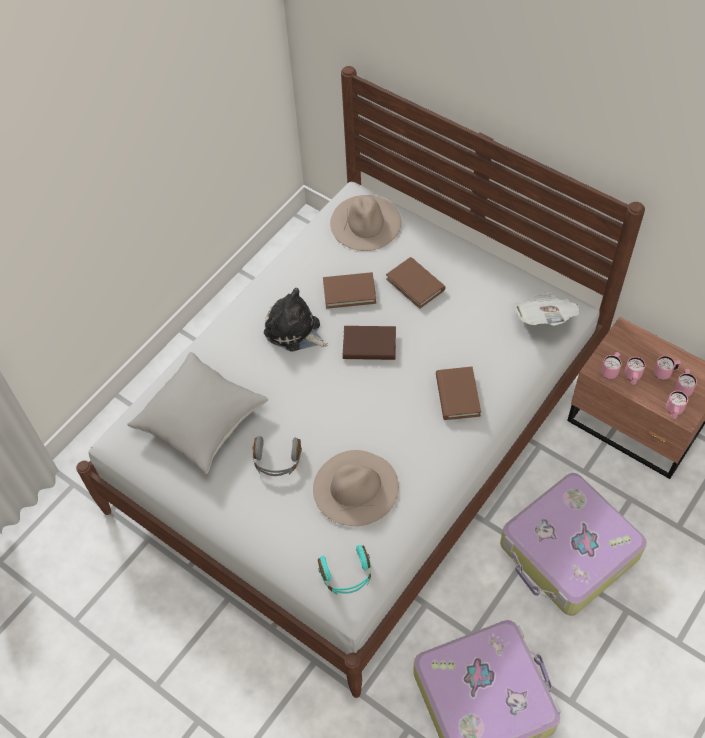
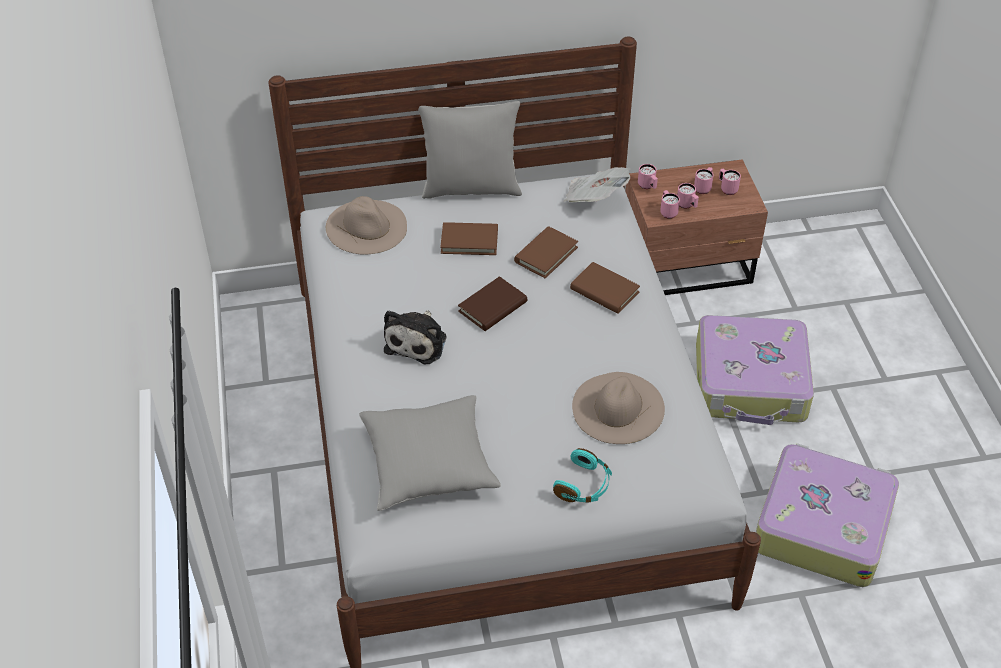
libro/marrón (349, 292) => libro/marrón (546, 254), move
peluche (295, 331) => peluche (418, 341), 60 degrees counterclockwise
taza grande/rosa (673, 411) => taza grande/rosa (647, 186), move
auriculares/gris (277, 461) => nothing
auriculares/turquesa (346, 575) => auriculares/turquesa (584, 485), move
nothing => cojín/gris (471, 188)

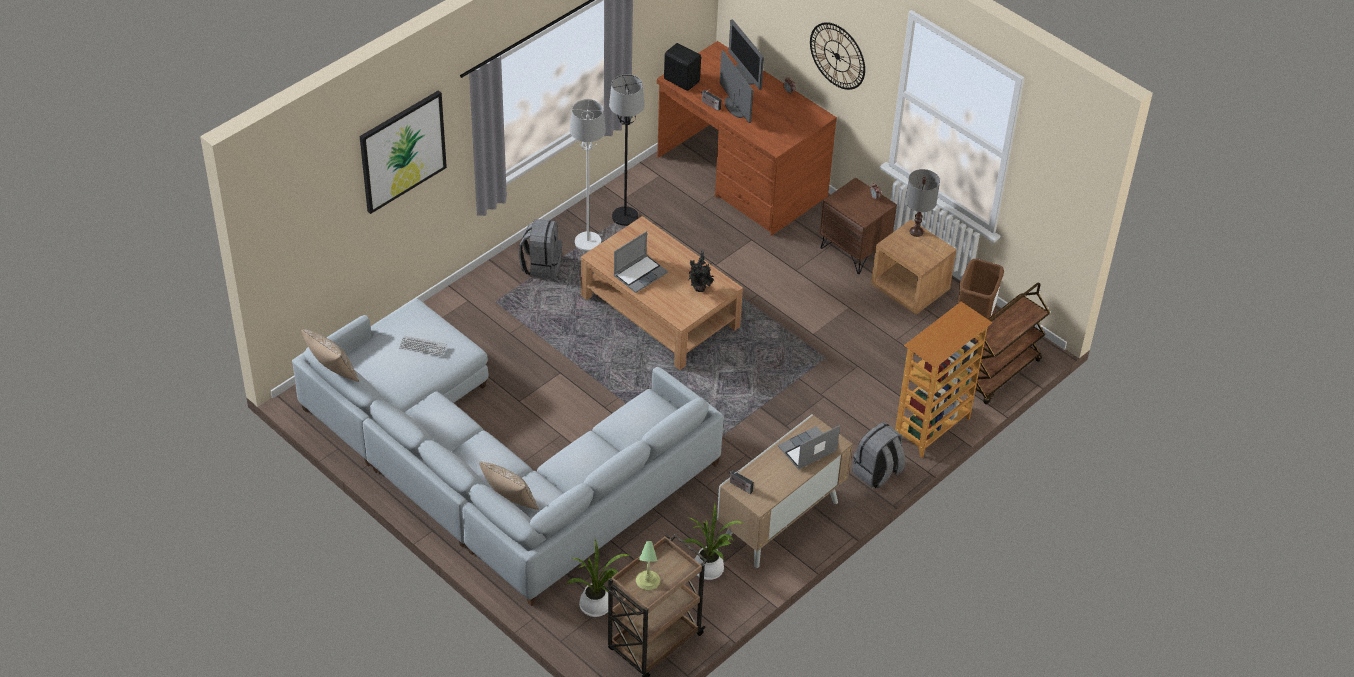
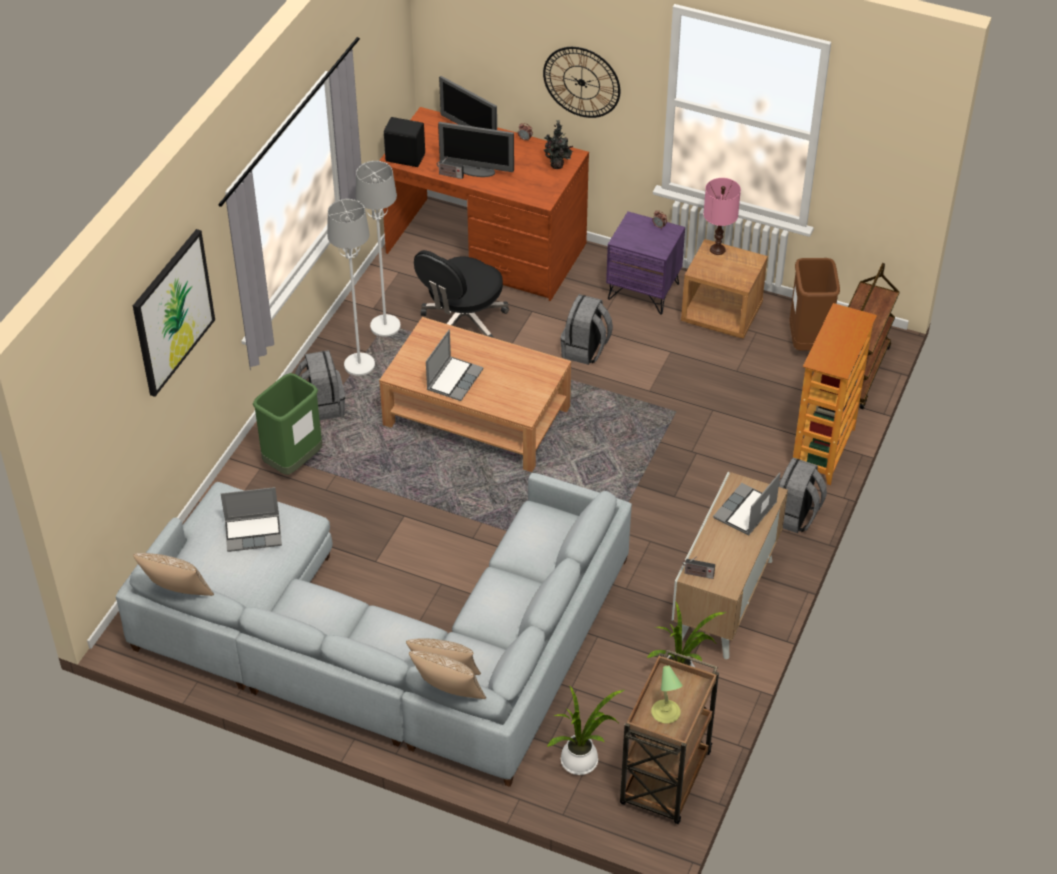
monitor (734, 107) => monitor (477, 171), 150 degrees clockwise
lámpara de pie/negro (625, 217) => lámpara de pie/blanco (385, 326)
lámpara de mesa/gris (916, 231) => lámpara de mesa/rosa (717, 249)
mesita de noche/marrón (854, 250) => mesita de noche/morado (643, 291)
planta en maceta (699, 289) => planta en maceta (557, 166), move
teclado (423, 346) => portátil (254, 533)
nothing => silla de oficina/negro (462, 324)
nothing => mochila/gris (585, 350)
nothing => papelera/verde (293, 462)
nothing => cojín (448, 696)

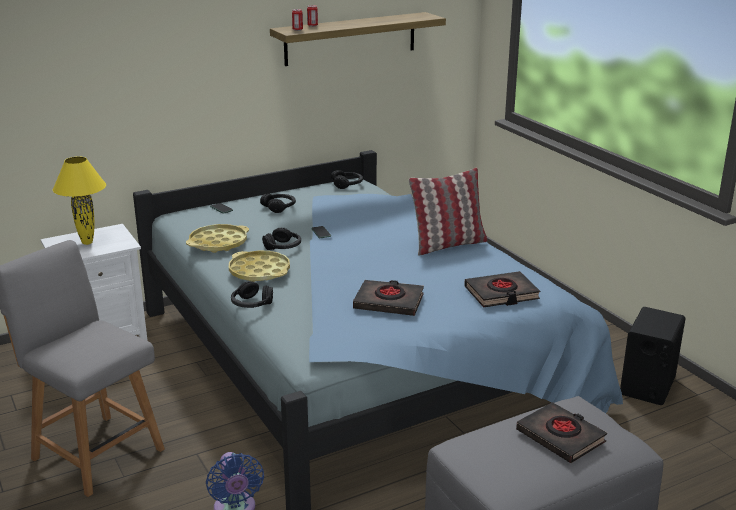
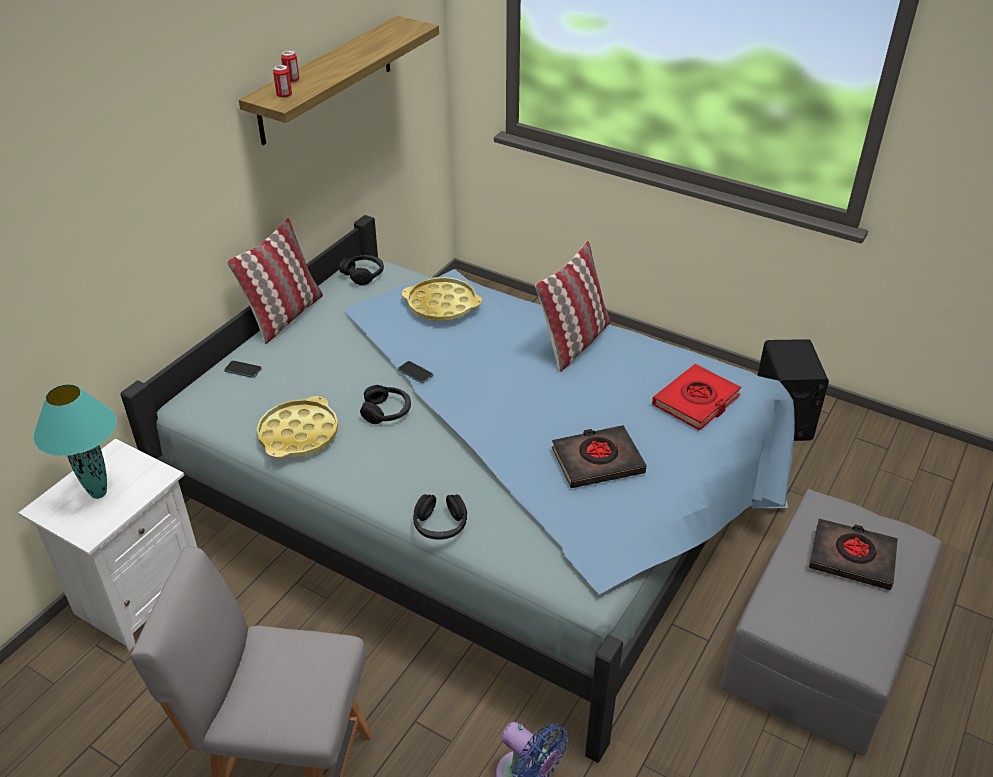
lámpara de mesa/amarillo (87, 243) => lámpara de mesa/turquesa (99, 494)
auriculares/negro (279, 207) => nothing
bandeja/amarillo (259, 272) => bandeja/amarillo (442, 305), move
libro/negro (501, 294) => libro/rojo (696, 401)
nothing => cojín (285, 316)

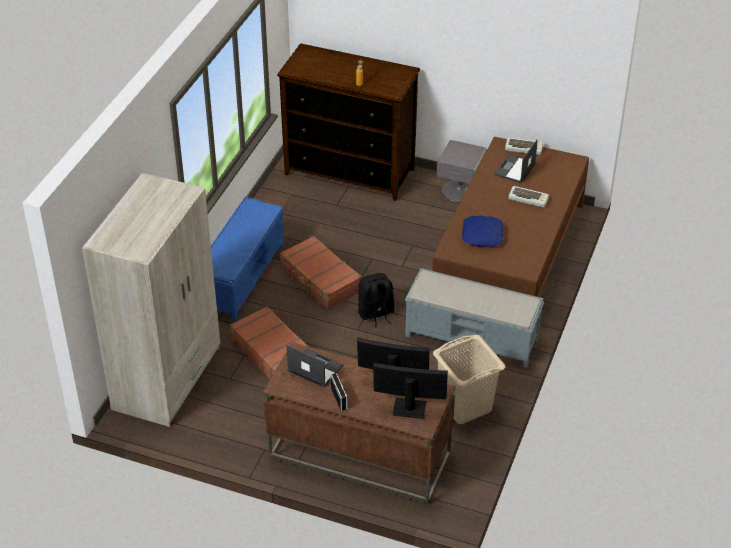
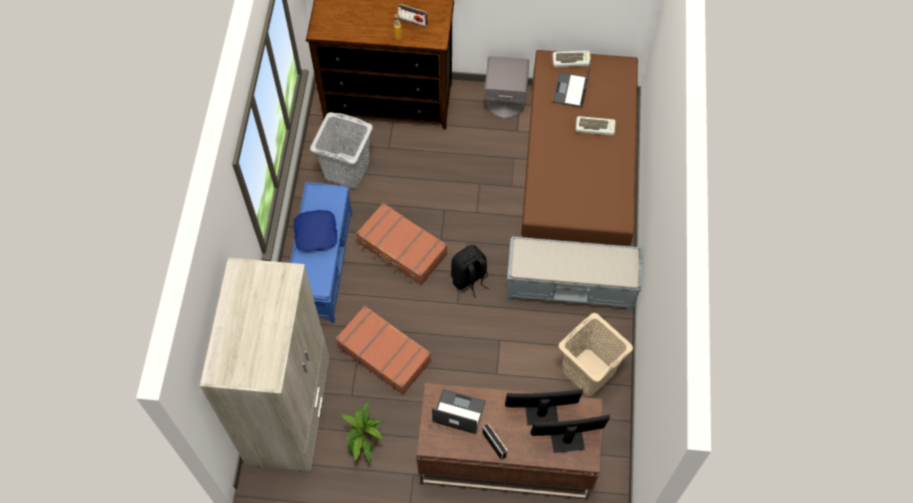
cojín/azul (482, 235) => cojín/azul (316, 233), move
nothing => radio (412, 21)
nothing => cesto de la ropa/gris (347, 170)
nothing => planta en maceta (365, 443)

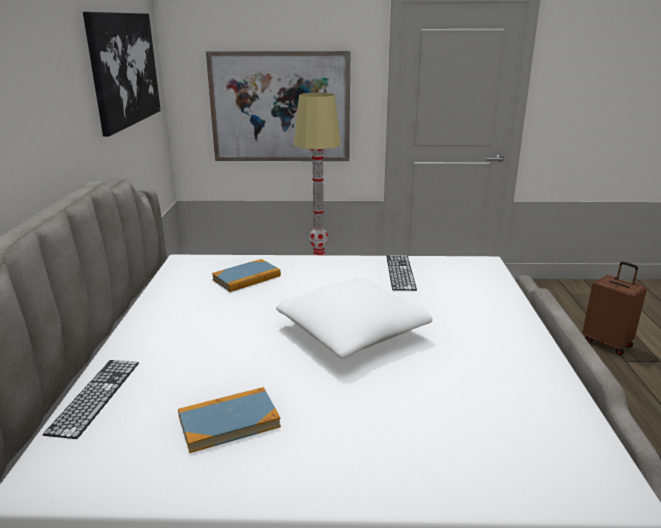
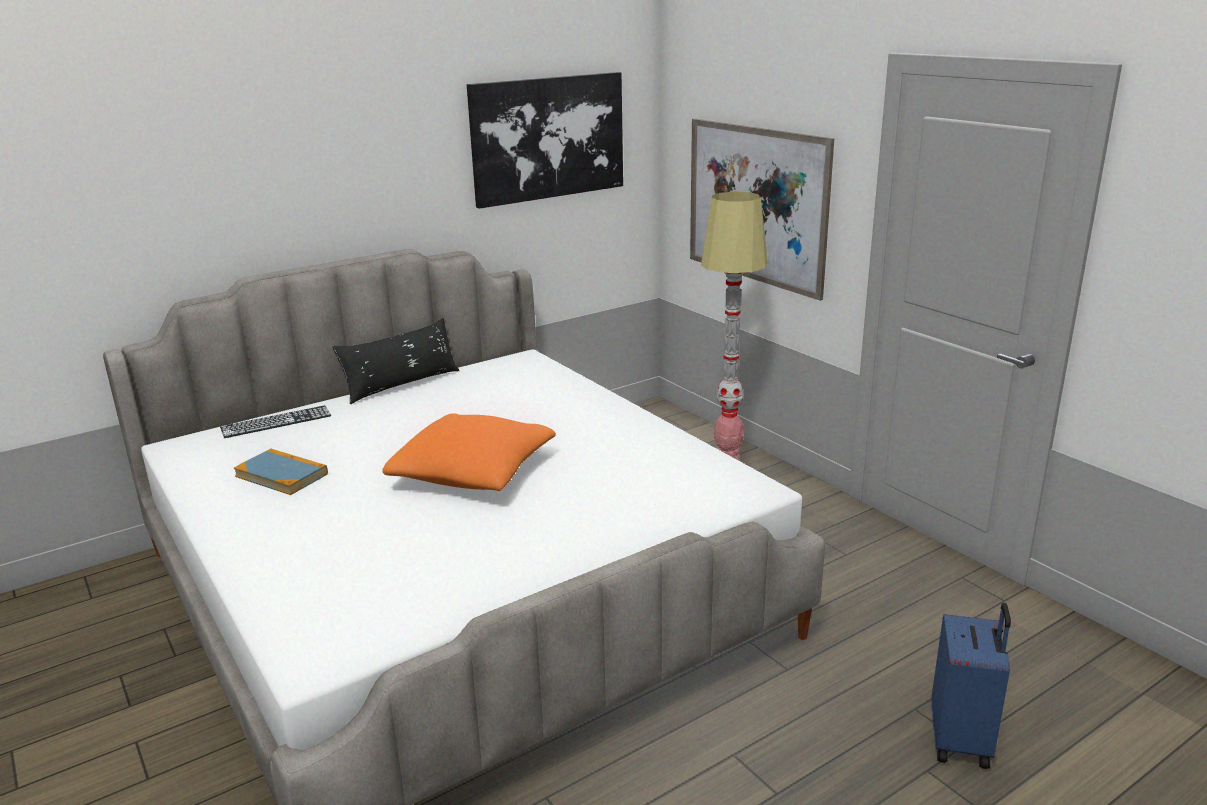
teclado (400, 272) => nothing
libro (246, 278) => nothing
maleta/marrón (607, 343) => maleta/azul (962, 740)
cojín/blanco (352, 332) => cojín/naranja (473, 473)
nothing => cojín/negro (402, 385)

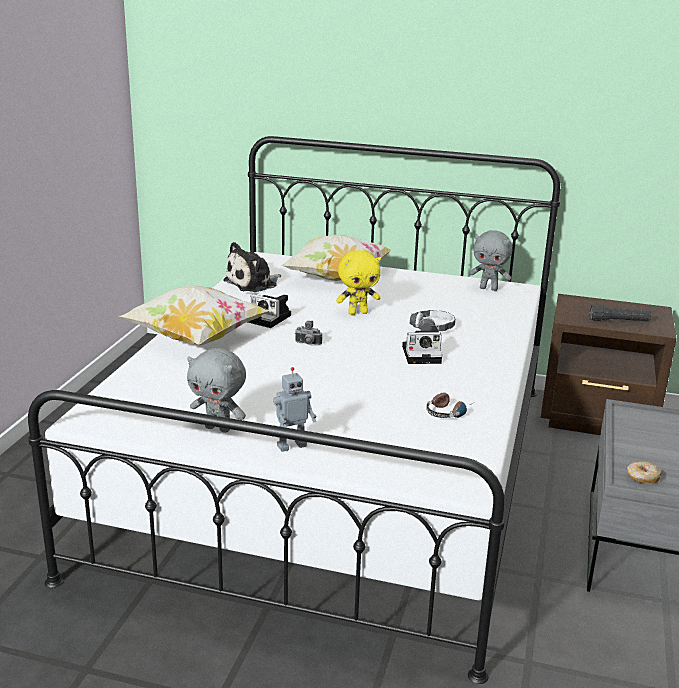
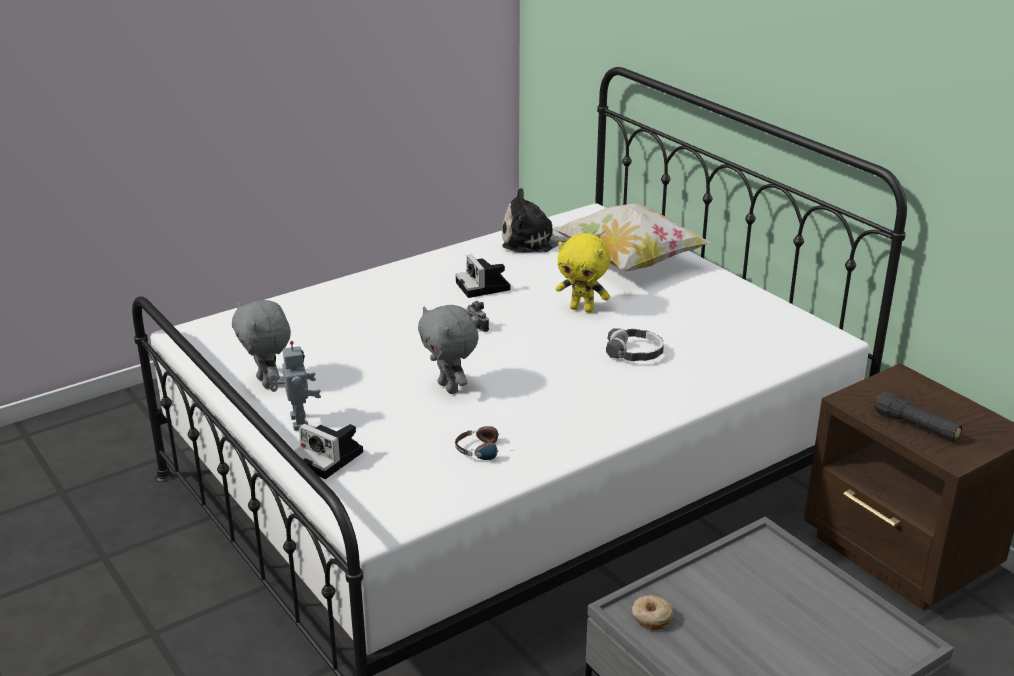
peluche/gris (489, 288) => peluche/gris (450, 387), move
cojín (196, 338) => nothing
cámara (423, 354) => cámara (330, 458), move
robot de juguete (291, 445) => robot de juguete (297, 422), 120 degrees counterclockwise

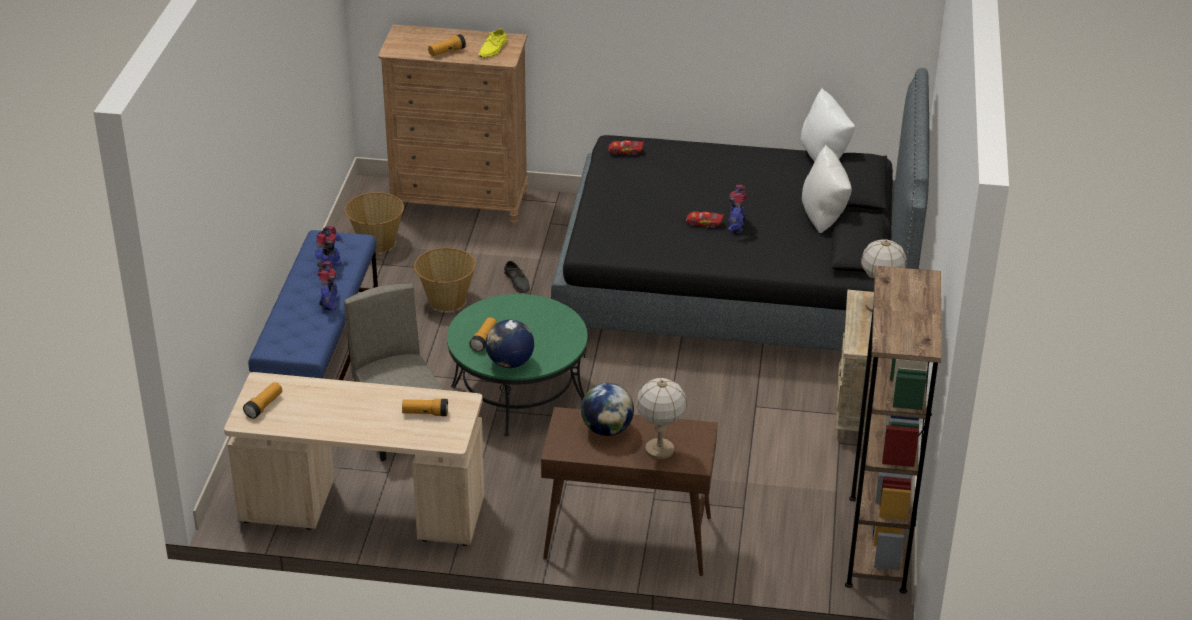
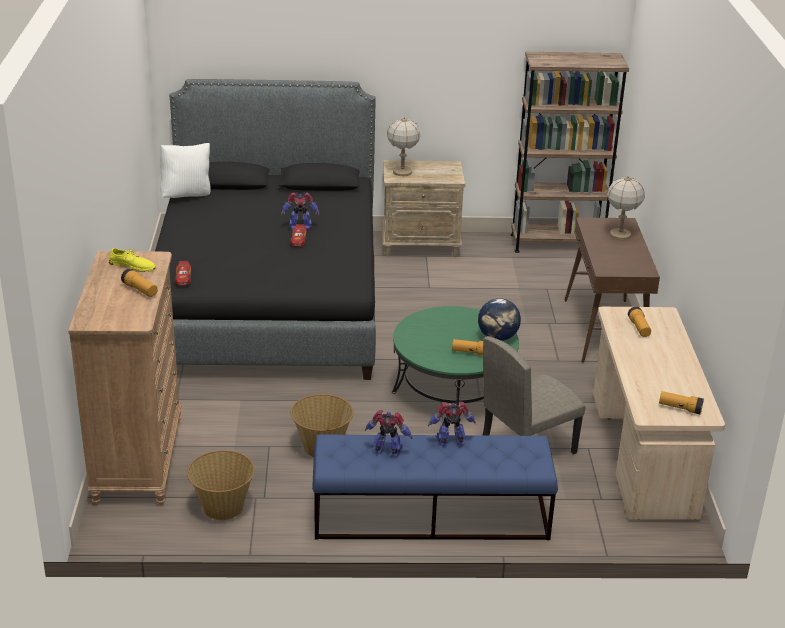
cojín/blanco (824, 219) => nothing
zapato/gris (517, 281) => nothing
globo terráqueo (607, 429) => nothing

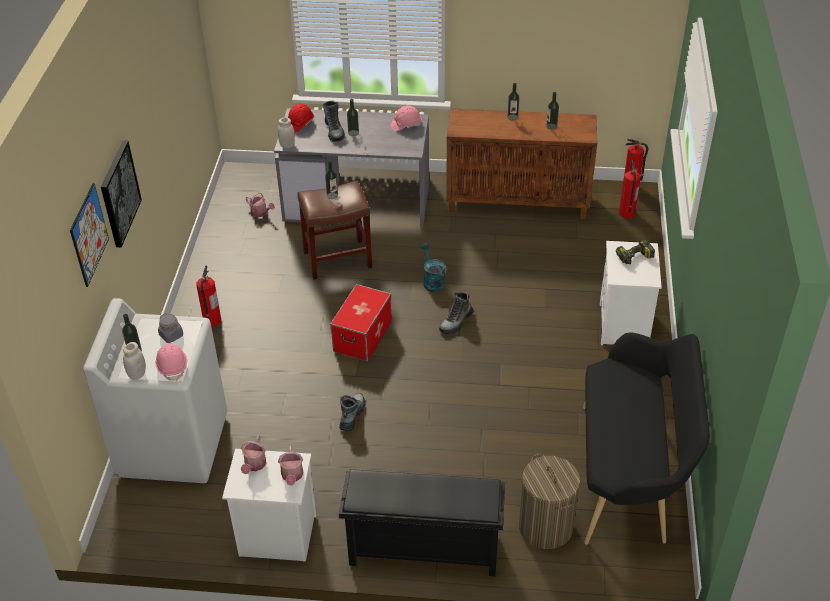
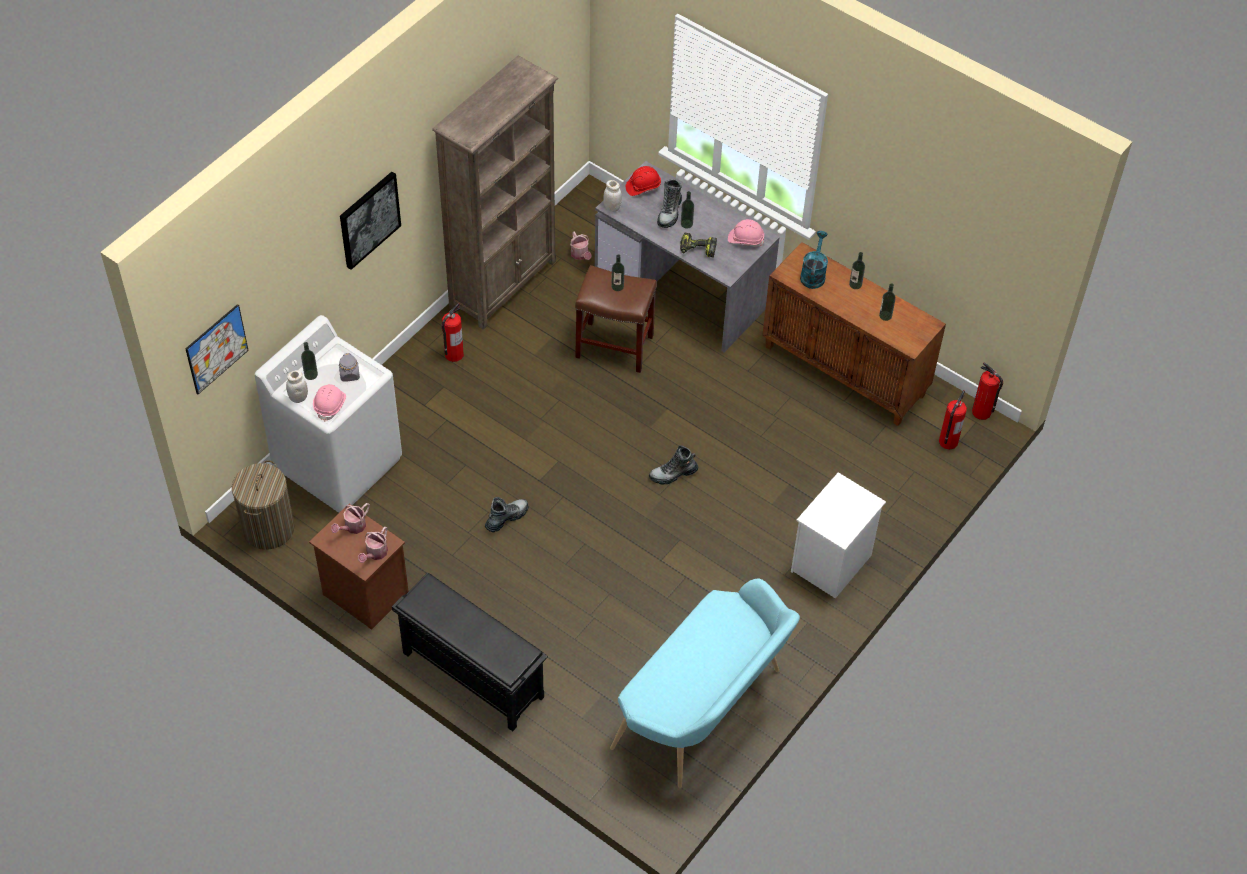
cuadro (89, 234) => cuadro (217, 349), move
taladro (634, 257) => taladro (697, 250), move
regadera/turquesa (432, 281) => regadera/turquesa (813, 274), move
caja de almacenaje (362, 336) => nothing
banco/negro (630, 475) => banco/turquesa (704, 711)
mesita de noche/blanco (275, 536) => mesita de noche/marrón (363, 594)
cesto de la ropa (546, 527) => cesto de la ropa (268, 528), move
nothing => estantería/marrón (503, 284)

